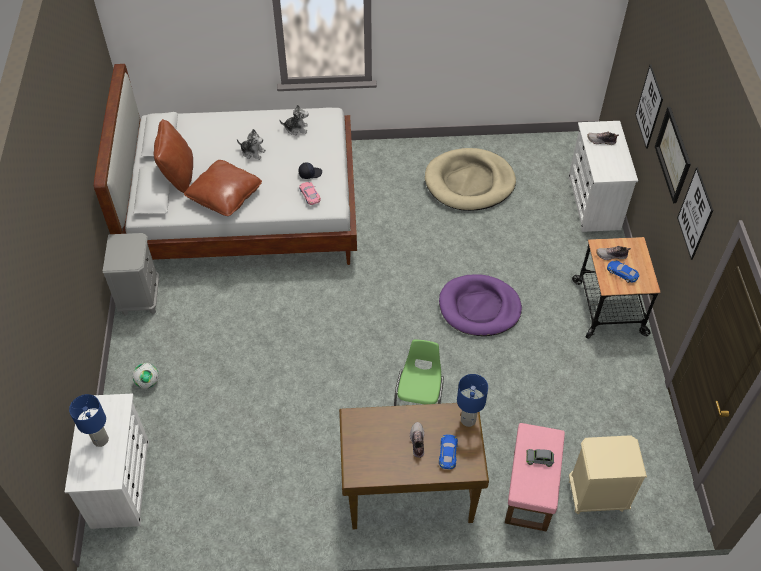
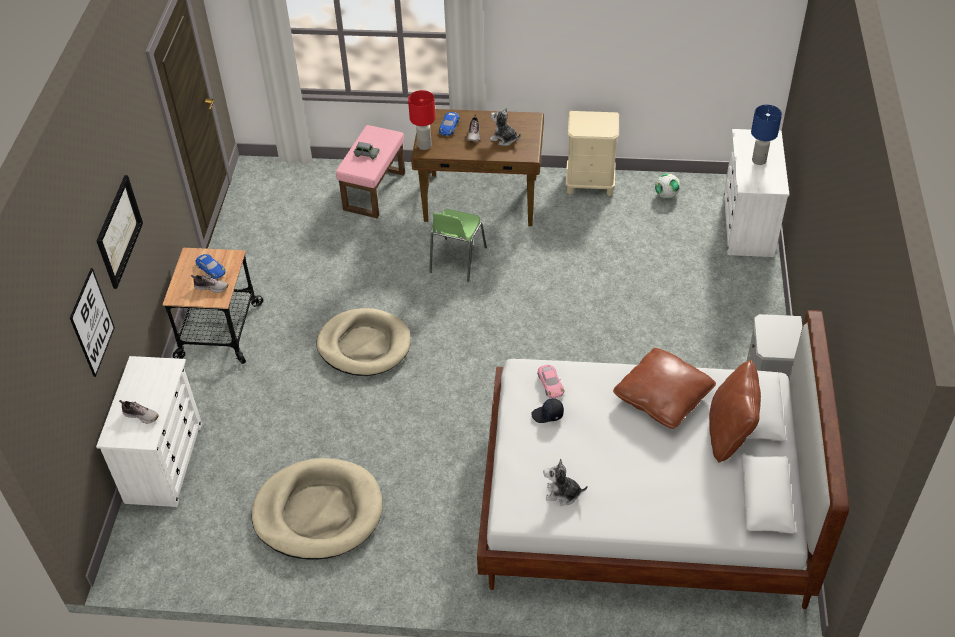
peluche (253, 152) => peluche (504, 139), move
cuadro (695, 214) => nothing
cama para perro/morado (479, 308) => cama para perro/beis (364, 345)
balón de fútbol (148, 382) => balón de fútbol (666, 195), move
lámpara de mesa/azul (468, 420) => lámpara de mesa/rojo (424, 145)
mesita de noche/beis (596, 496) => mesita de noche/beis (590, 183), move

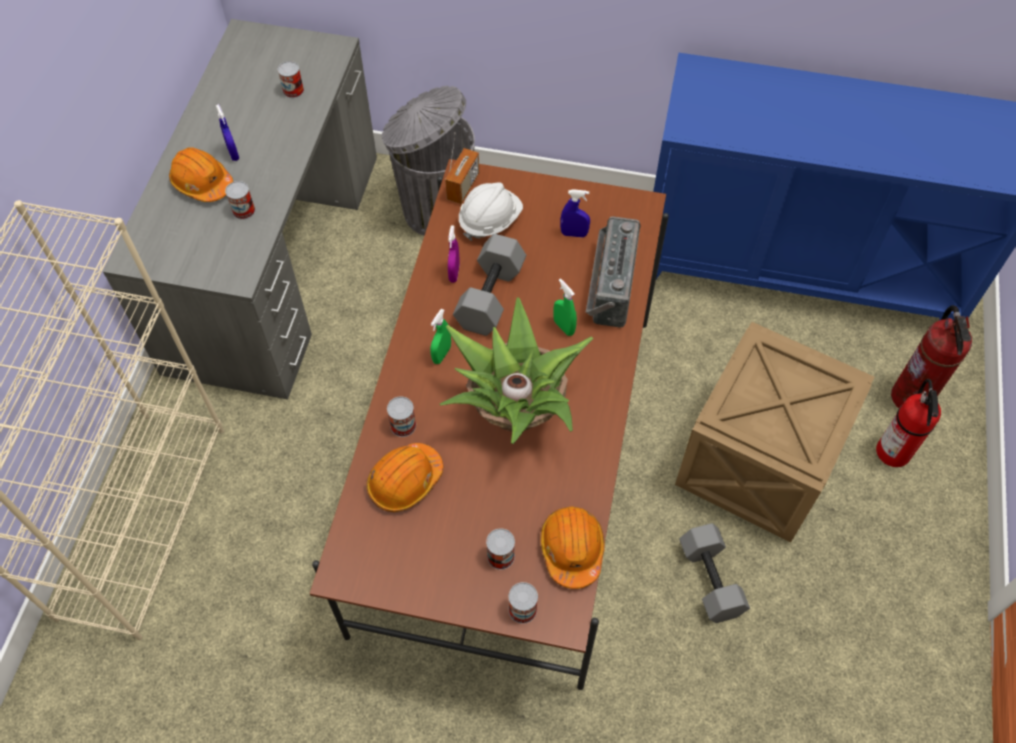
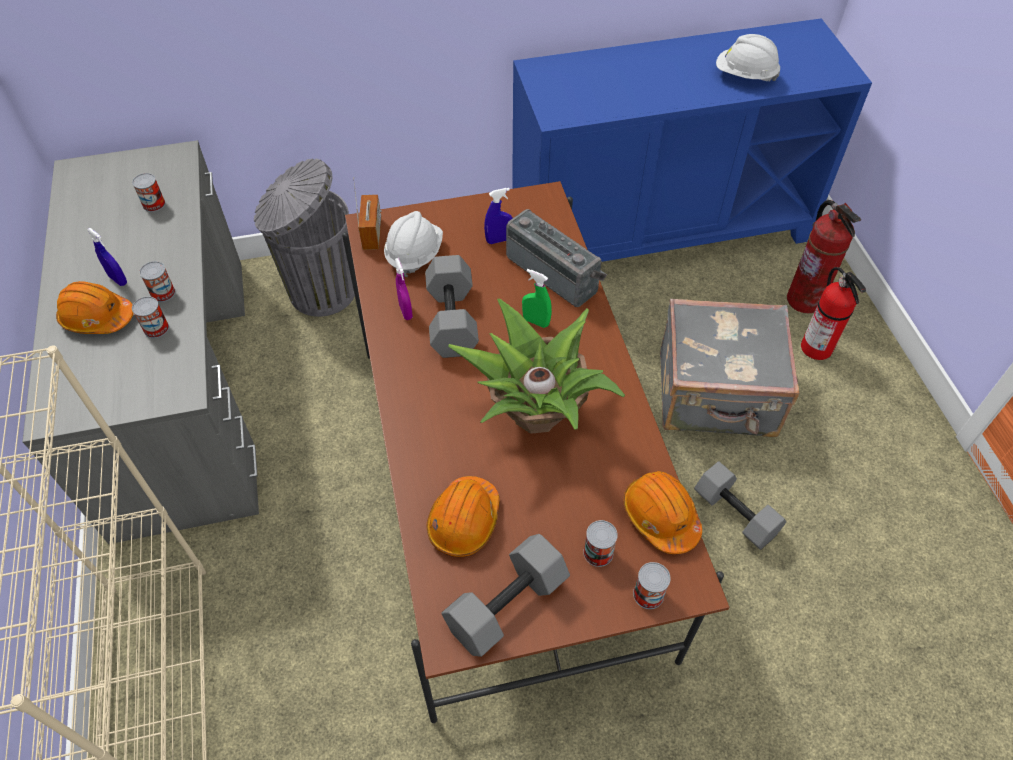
radio (608, 285) => radio (555, 272), 150 degrees clockwise
pulverizador/verde (441, 354) => nothing
caja de embalaje (759, 459) => maleta/gris (716, 396)
lata (403, 425) => lata (163, 293), move
nothing => casco/blanco (745, 76)
nothing => mancuerna/gris (506, 602)

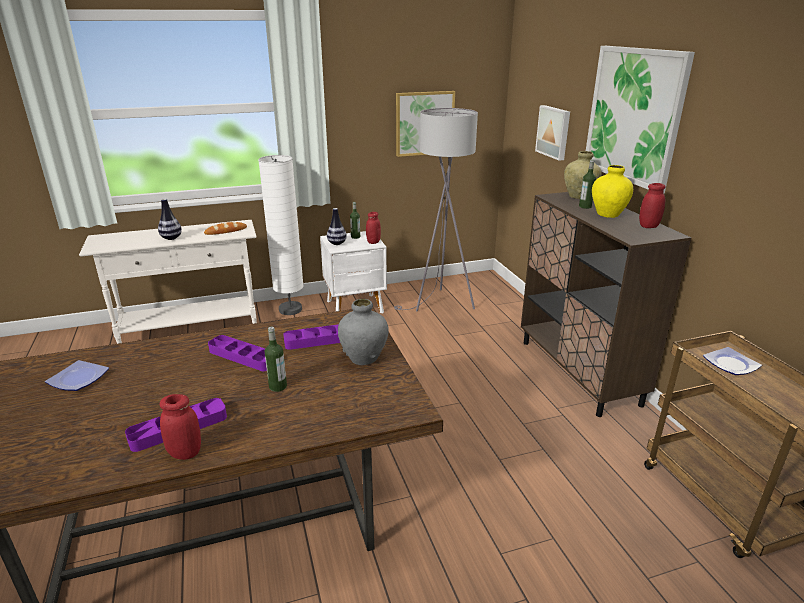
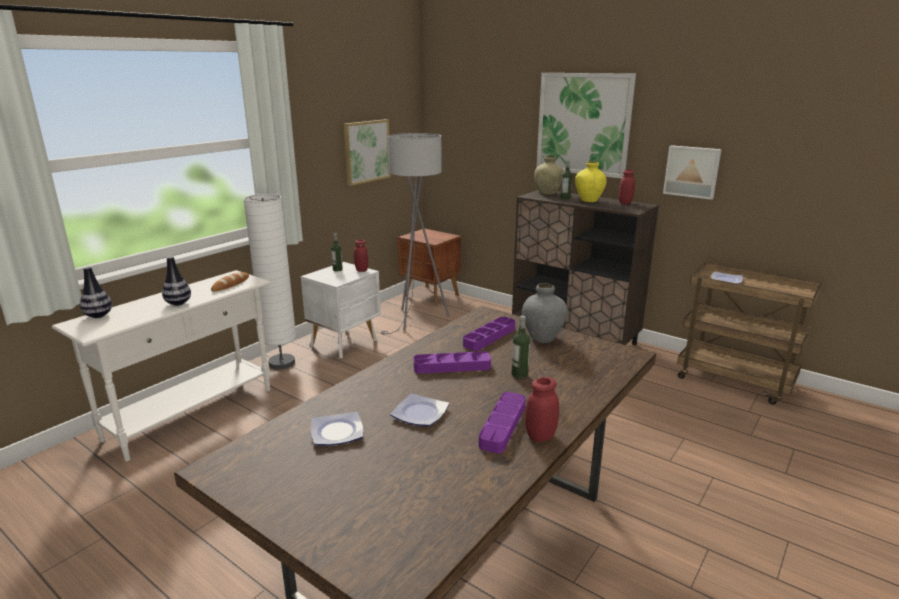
cuadro (554, 132) => cuadro (692, 171), move
florero (337, 243) => florero (98, 315), move
nothing => mesita de noche/marrón (431, 296)
nothing => plato (420, 414)

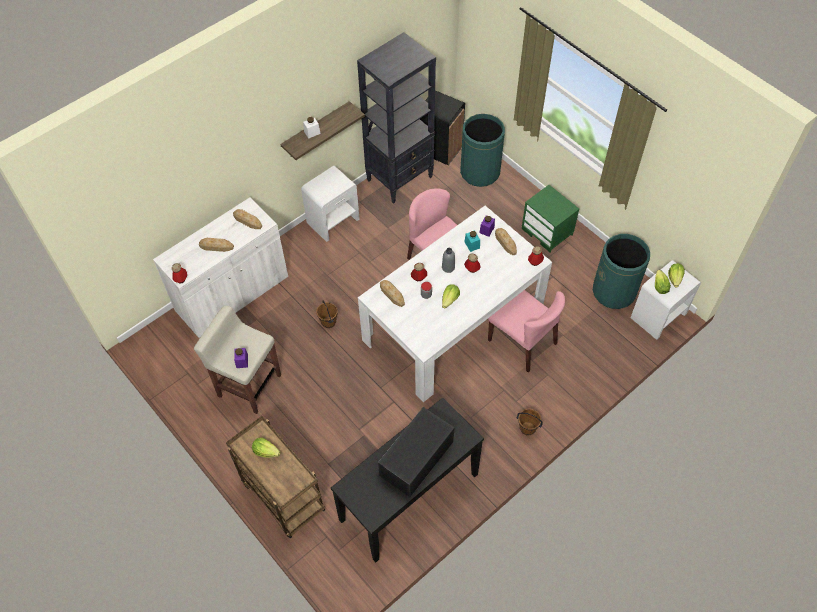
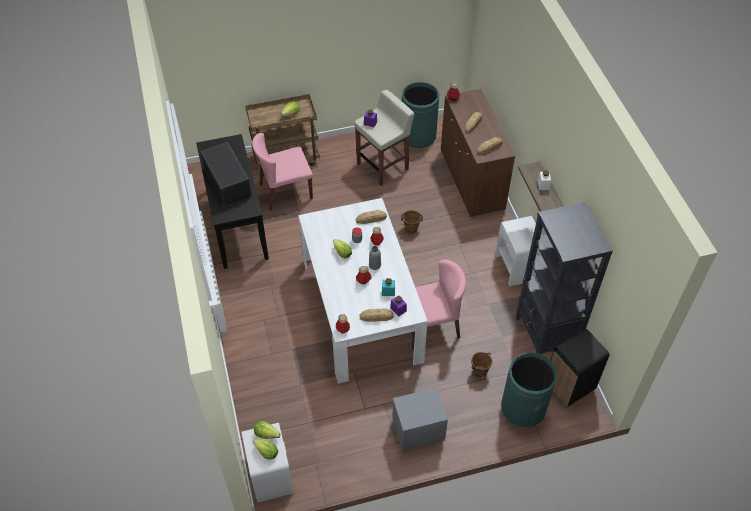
mesita de noche/verde (548, 232) => mesita de noche/gris (417, 431)
armario/blanco (232, 294) => armario/marrón (471, 180)
papelera/verde (614, 291) => papelera/verde (418, 136), move
silla/rosa (522, 342) => silla/rosa (285, 191), move
cubo/marrón (527, 428) => cubo/marrón (480, 371), move

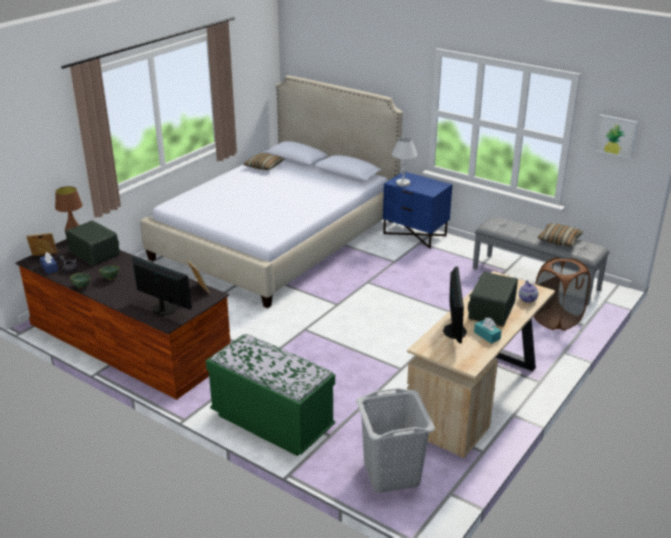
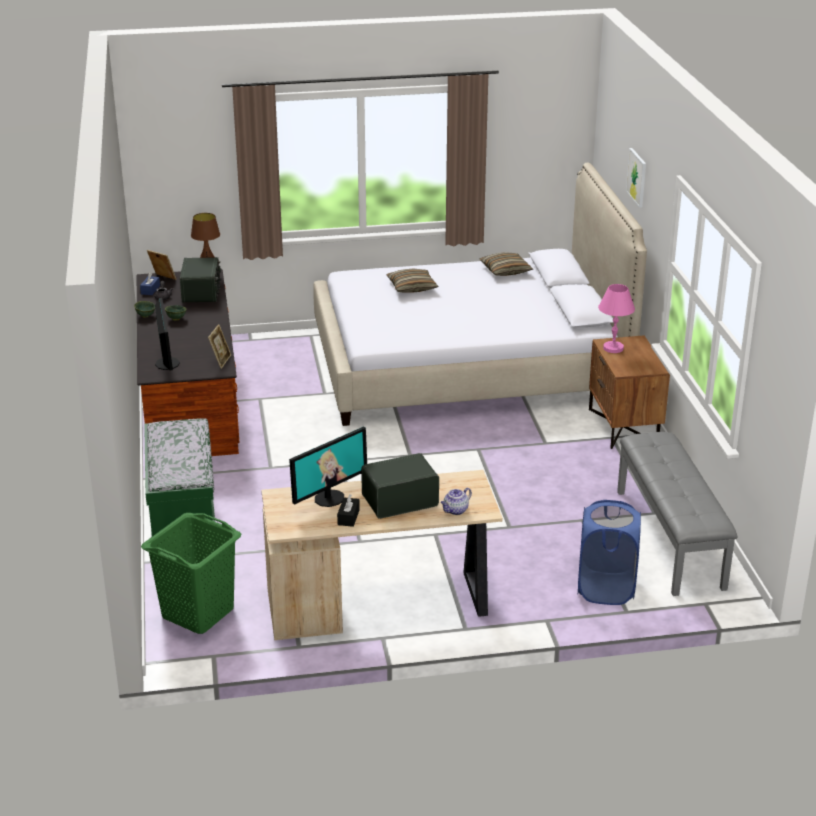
cuadro (615, 136) => cuadro (637, 177), move
lámpara de mesa/blanco (403, 183) => lámpara de mesa/rosa (613, 348)
mesita de noche/azul (415, 234) => mesita de noche/marrón (624, 426)
cojín (559, 240) => cojín (412, 287), move
cesto de la ropa/marrón (556, 320) => cesto de la ropa/azul (605, 589)
caja de pañuelos/turquesa (487, 335) => caja de pañuelos/negro (348, 517)
cesto de la ropa/gris (391, 474) => cesto de la ropa/verde (197, 613)

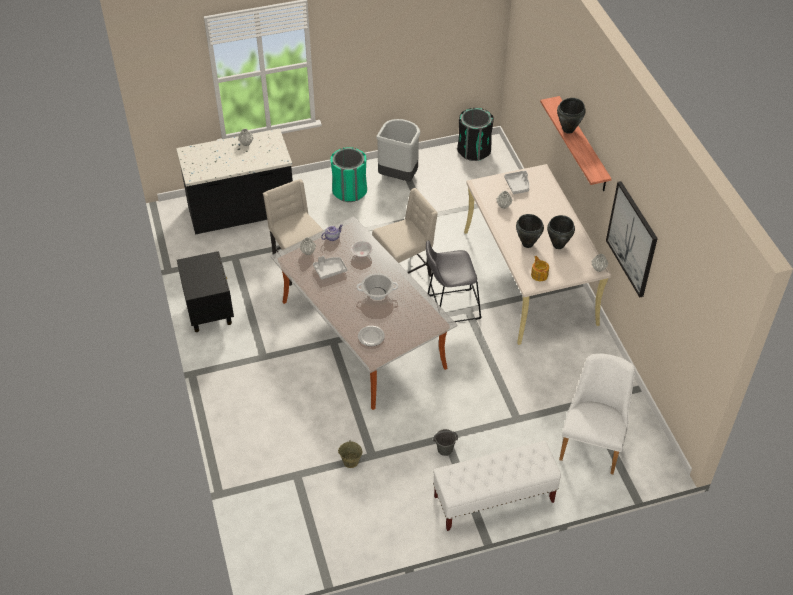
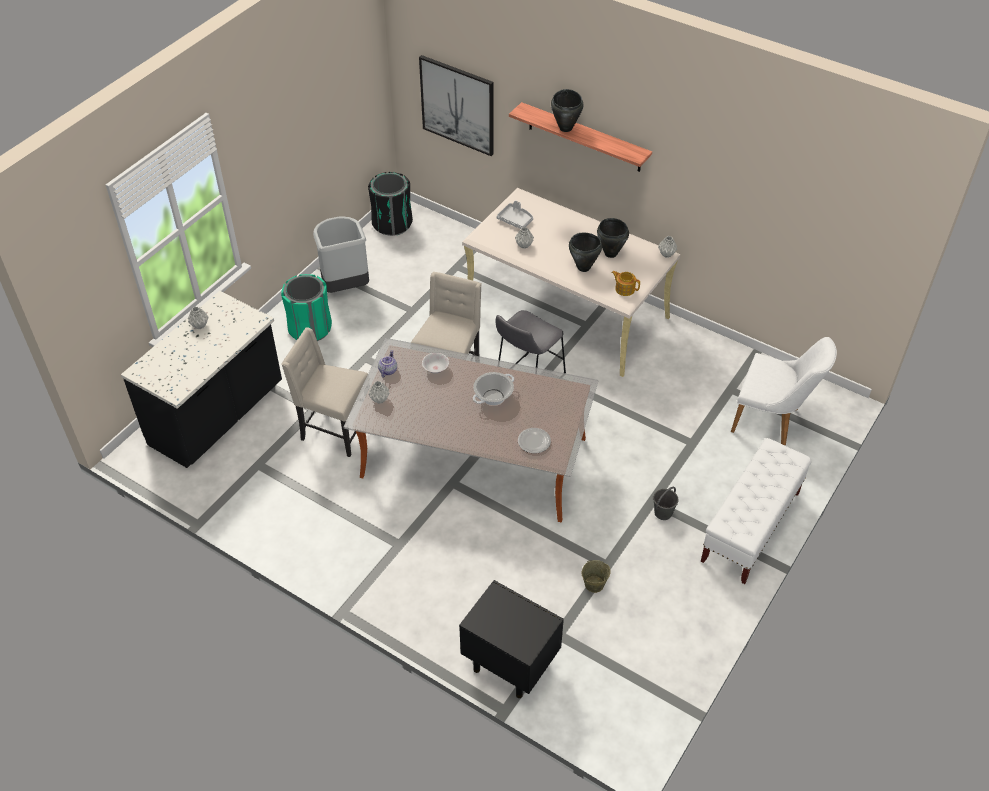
cuadro (632, 239) => cuadro (457, 105), move
mesita de noche/negro (209, 313) => mesita de noche/negro (509, 664), move
bandeja/gris (330, 270) => nothing
silla/blanco (592, 442) => silla/blanco (772, 421), 135 degrees clockwise

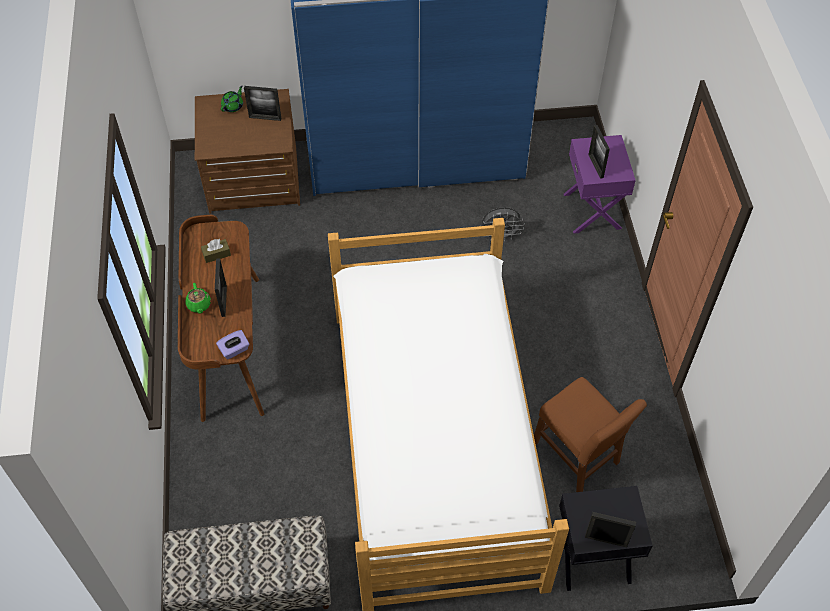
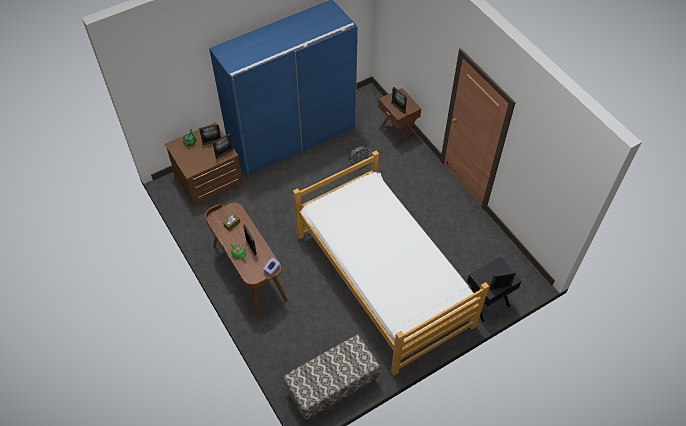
mesita de noche/morado (593, 211) => mesita de noche/marrón (397, 132)
silla/marrón (578, 457) => nothing
nothing => portarretratos (224, 154)

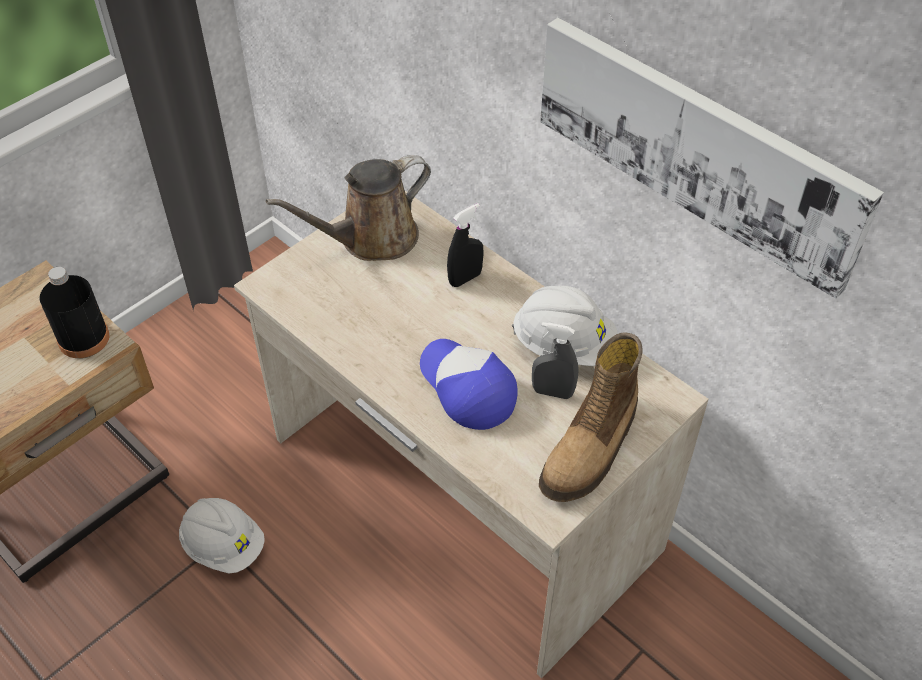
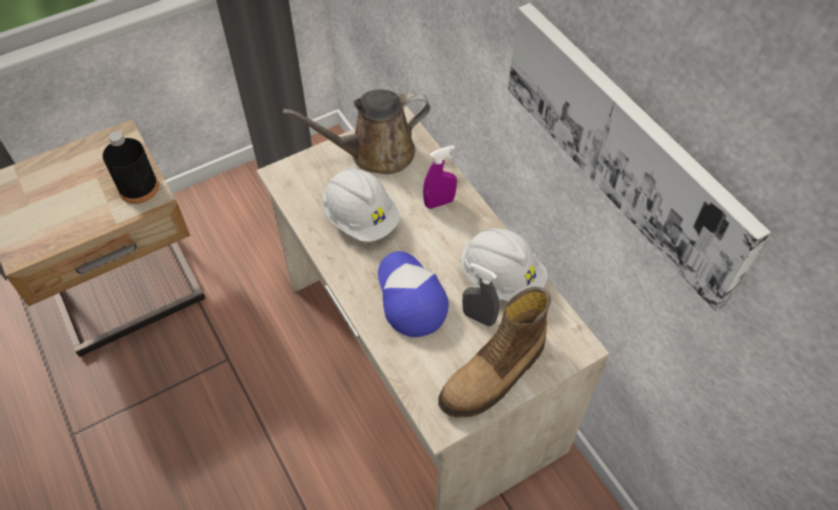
pulverizador/negro (465, 278) => pulverizador/morado (439, 202)
casco/blanco (224, 545) => casco/blanco (361, 218), move

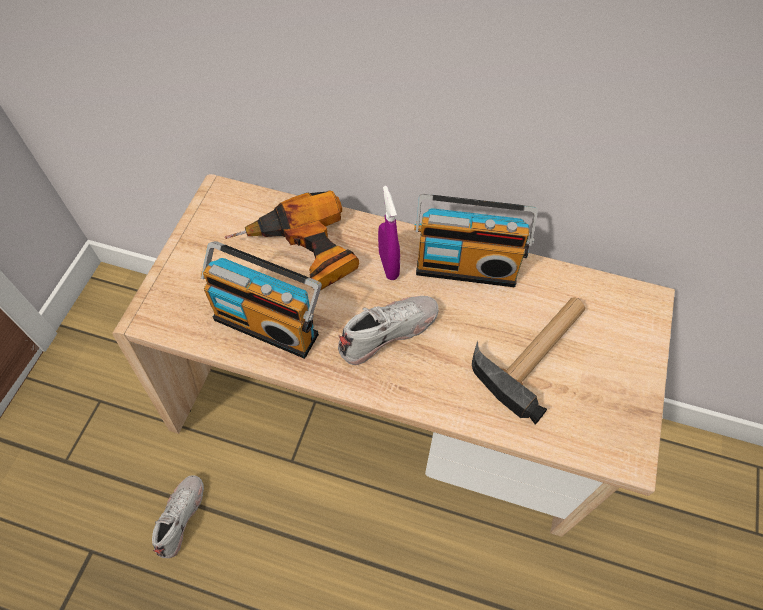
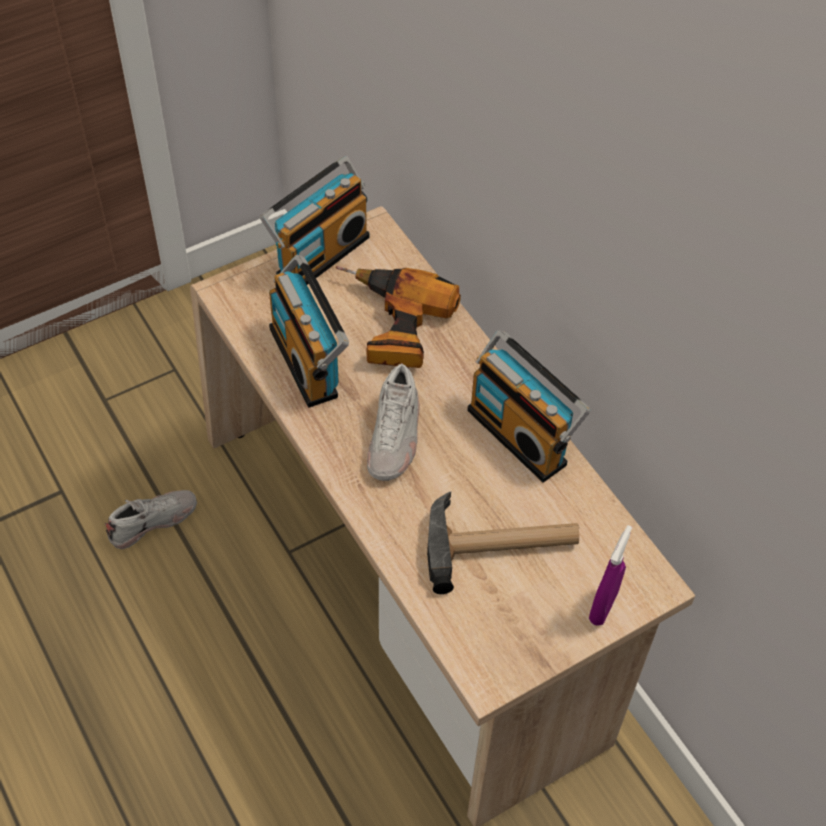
pulverizador/morado (388, 265) => pulverizador/morado (603, 606), move
zapato/blanco (388, 331) => zapato/blanco (394, 436), 90 degrees clockwise
nothing => radio (319, 254)

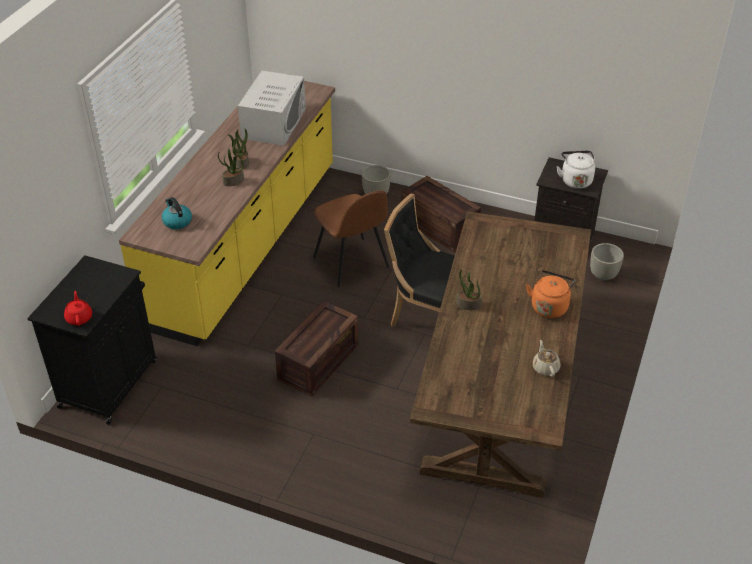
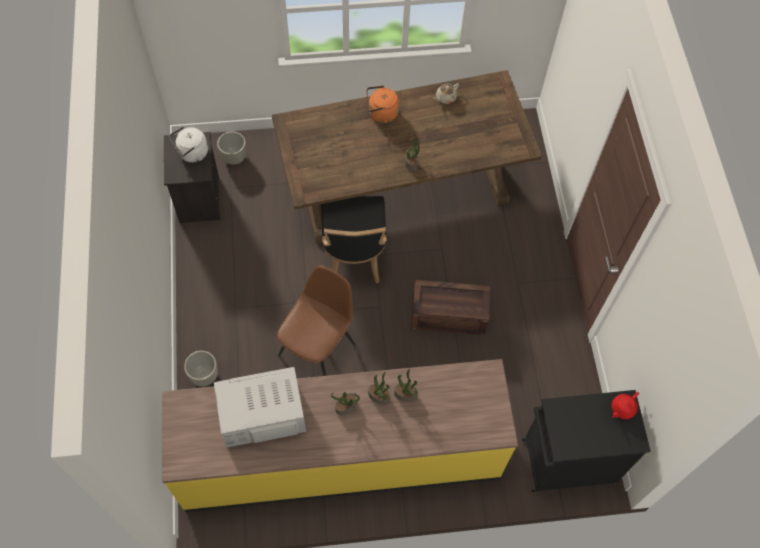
caja de embalaje (441, 227) => nothing
hervidor (177, 221) => nothing
nothing => planta en maceta (406, 394)

